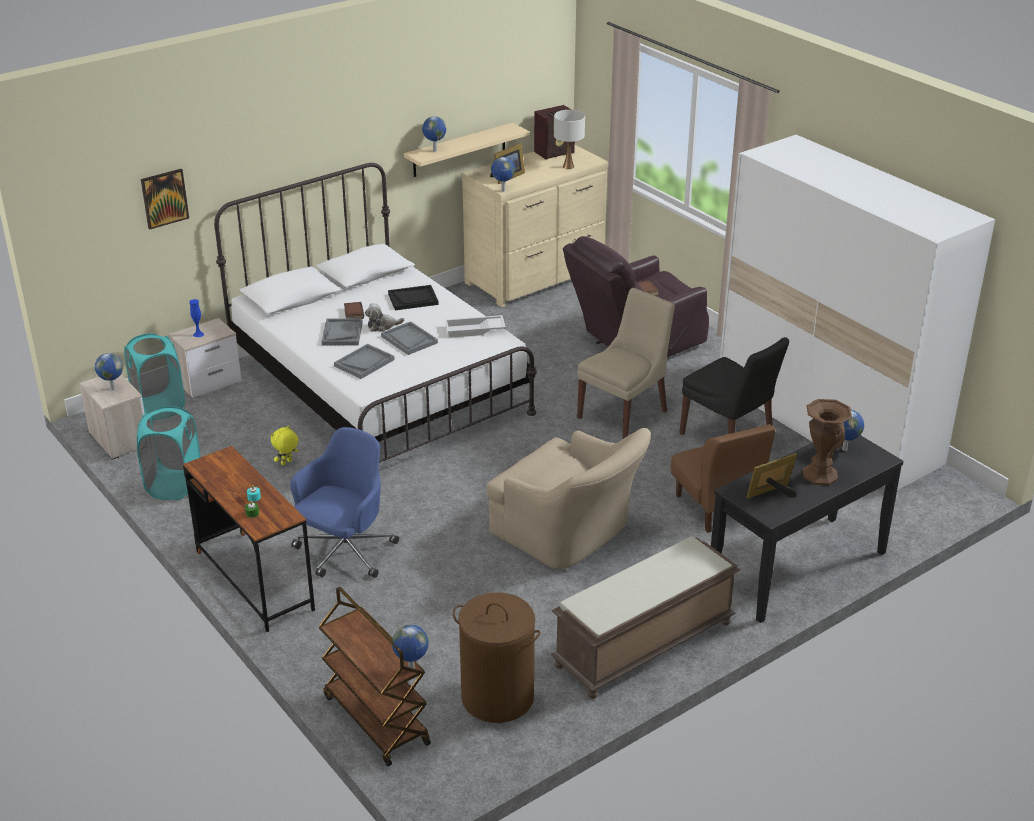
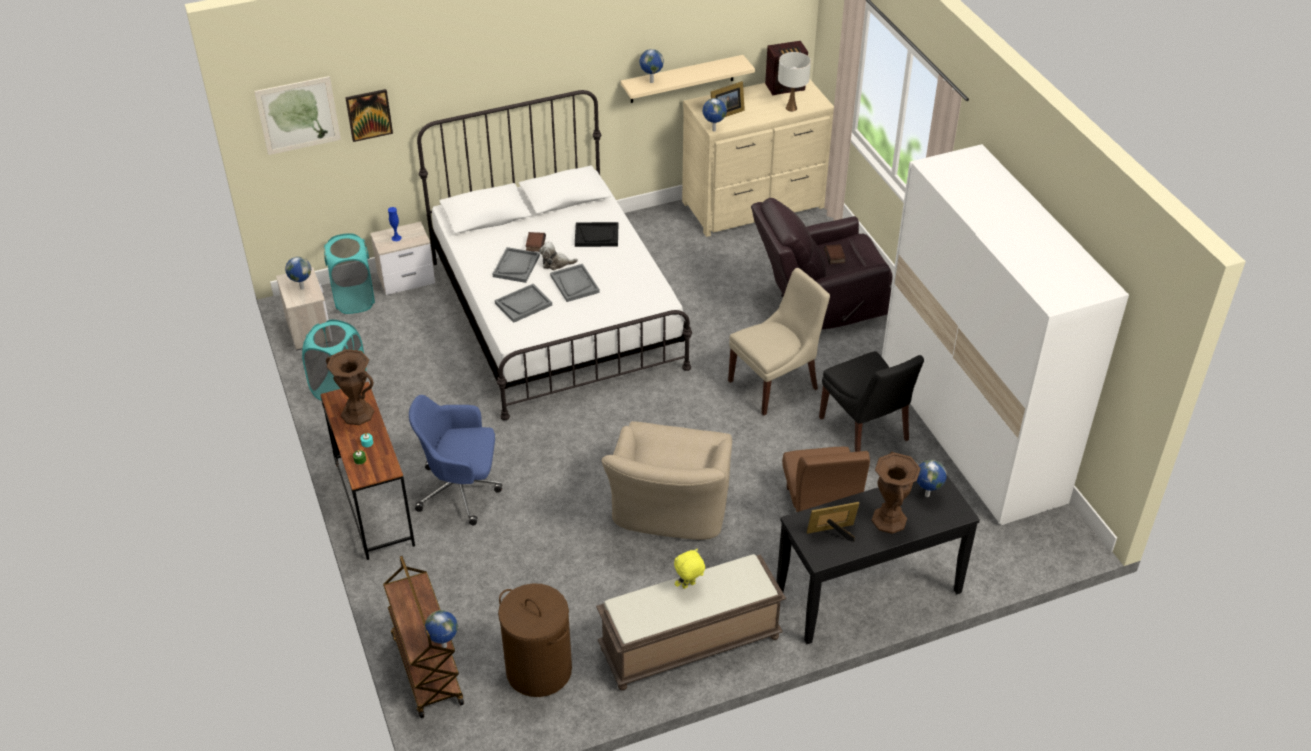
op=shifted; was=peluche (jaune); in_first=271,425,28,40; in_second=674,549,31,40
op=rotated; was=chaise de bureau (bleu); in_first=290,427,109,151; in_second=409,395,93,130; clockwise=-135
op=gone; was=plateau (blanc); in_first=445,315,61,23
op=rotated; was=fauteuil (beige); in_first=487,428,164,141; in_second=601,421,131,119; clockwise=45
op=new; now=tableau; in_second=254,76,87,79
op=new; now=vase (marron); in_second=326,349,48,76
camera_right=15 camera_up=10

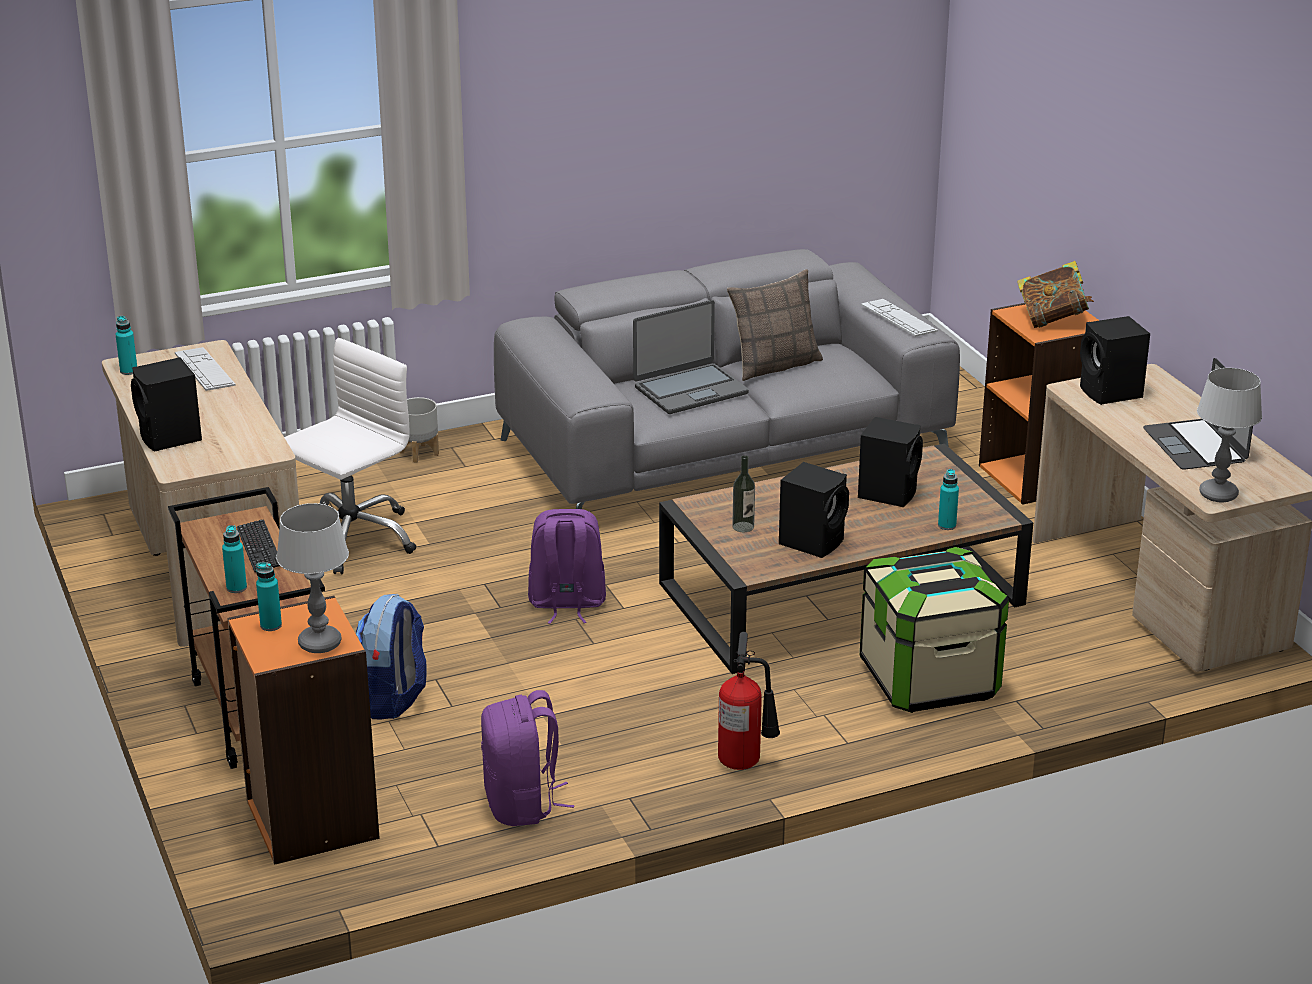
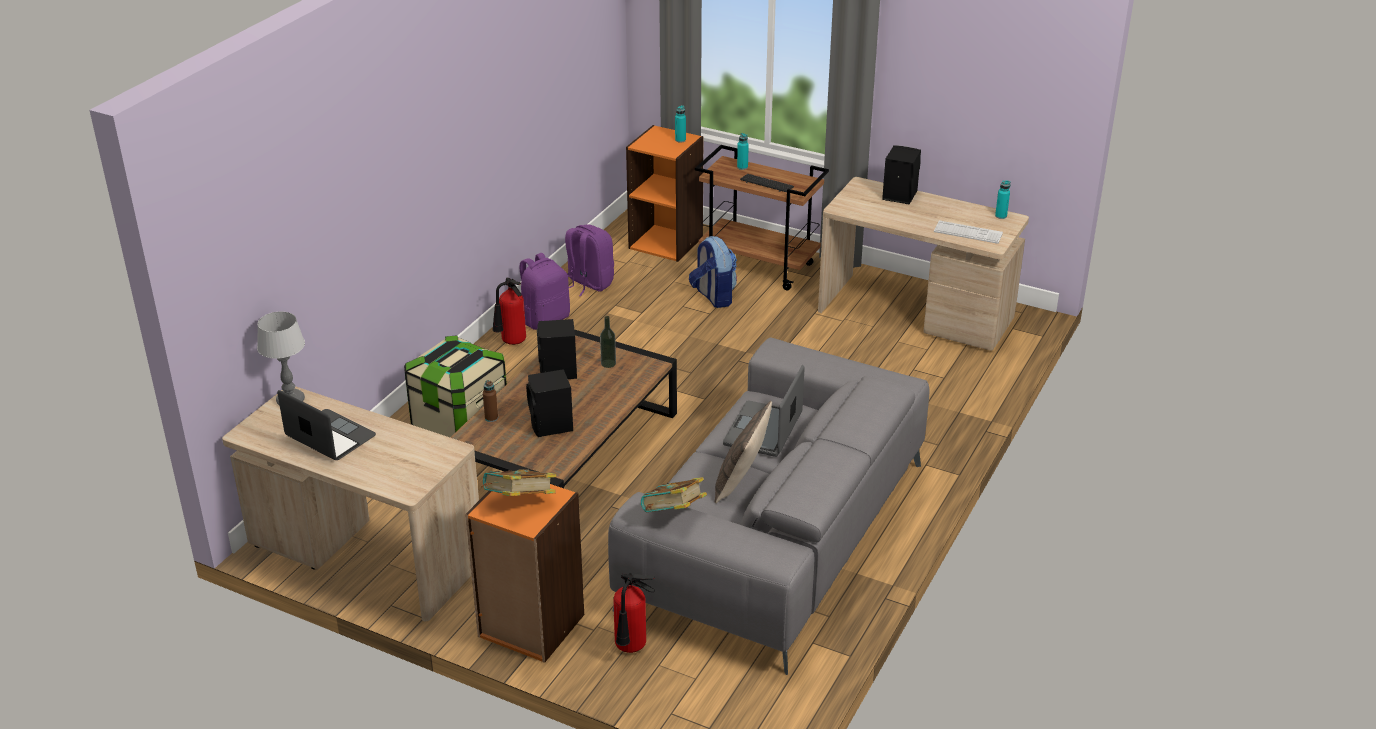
op=gone; was=lampe de table; in_first=276,503,73,150
op=gone; was=chaise de bureau (blanc); in_first=284,338,133,236
op=gone; was=cache-pot (gris); in_first=400,397,39,66
op=shifted; was=sac à dos (violet); in_first=528,509,78,115; in_second=520,253,50,77
op=swapped; was=clavier; now=livre; in_first=861,299,77,38; in_second=641,477,66,35
op=repainted; was=bouteille (turquoise); now=bouteille (marron); in_first=938,469,21,61; in_second=483,380,15,42
op=gone; was=enceinte (noir); in_first=1080,316,70,89
op=new; now=extincteur; in_second=613,573,42,80
camera_right=140 camera_up=5

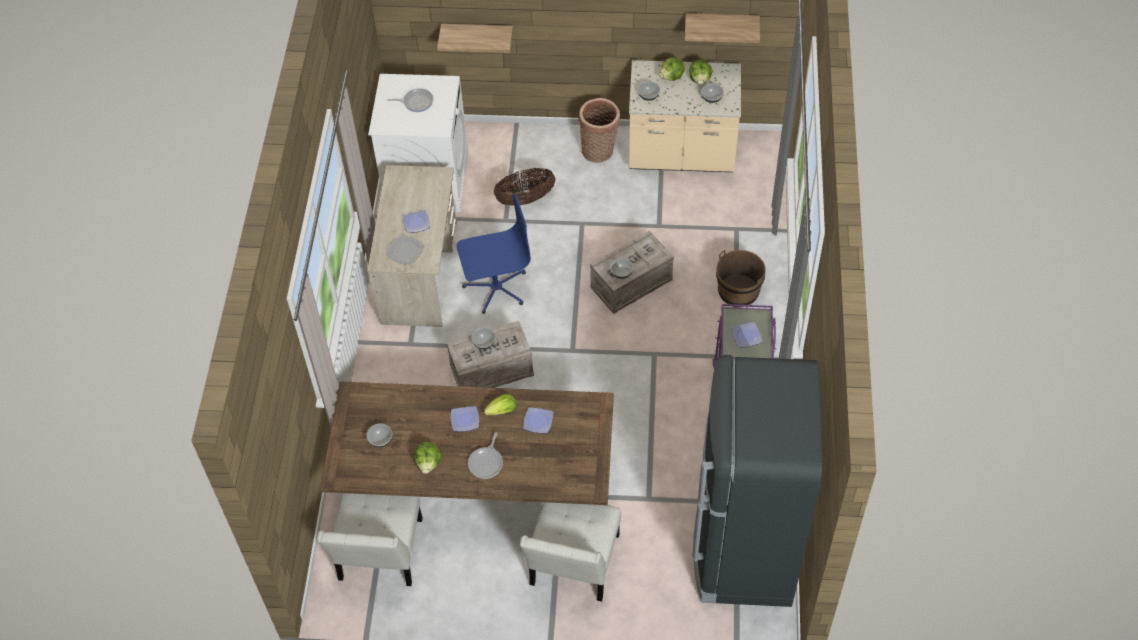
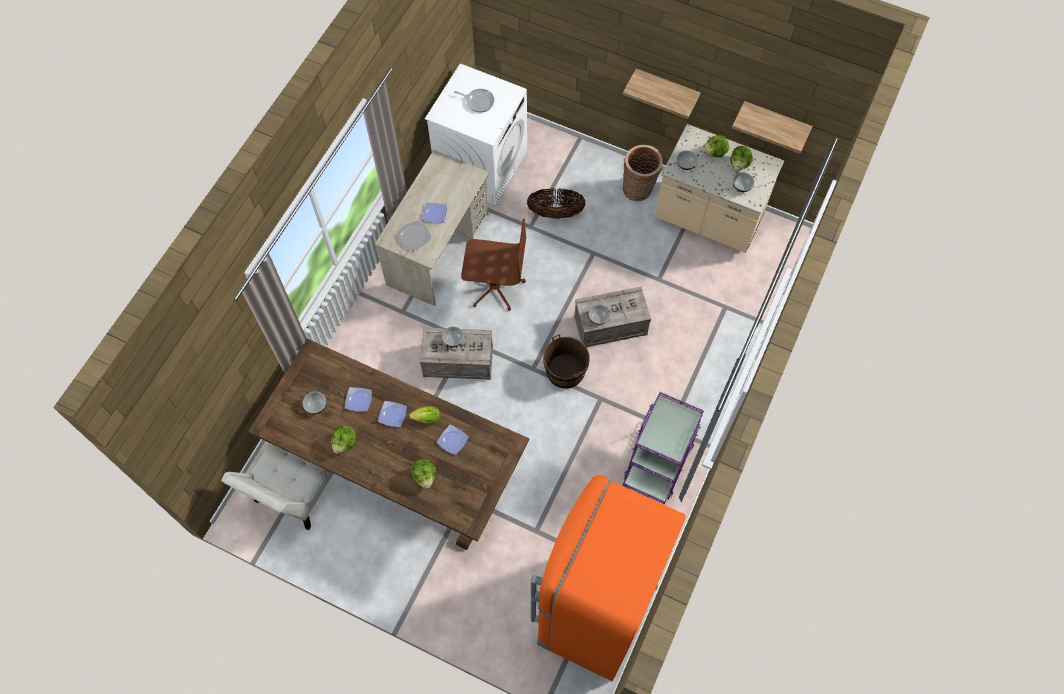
op=shifted; was=étagère; in_first=437,24,76,29; in_second=623,69,78,50
op=repainted; was=chaise de bureau (bleu); now=chaise de bureau (marron); in_first=456,193,75,121; in_second=461,218,65,93
op=gone; was=poêle; in_first=468,432,35,47
op=gone; was=chaise (blanc); in_first=520,502,101,100
op=repainted; was=réfrigérateur (noir); now=réfrigérateur (orange); in_first=692,355,131,252; in_second=531,475,155,206
op=shifted; was=seau (marron); in_first=716,250,50,57; in_second=543,334,47,55
op=shifted; was=assiette; in_first=731,322,31,26; in_second=345,387,27,25
op=new; now=laitue; in_second=411,459,25,30
camera_right=20 camera_up=10

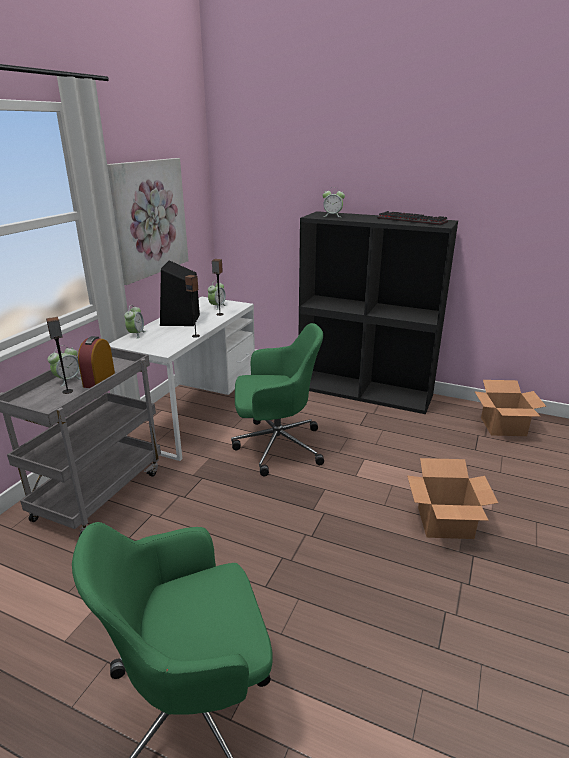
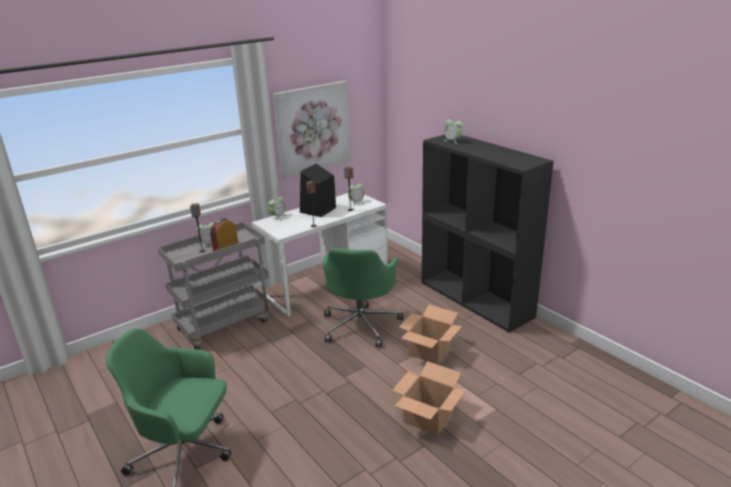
op=rotated; was=chaise de bureau (vert); in_first=231,323,93,153; in_second=323,248,80,99; clockwise=75
op=gone; was=clavier; in_first=377,211,71,14
op=shifted; was=carton; in_first=474,380,72,56; in_second=399,305,63,60
camera_right=30 camera_up=0

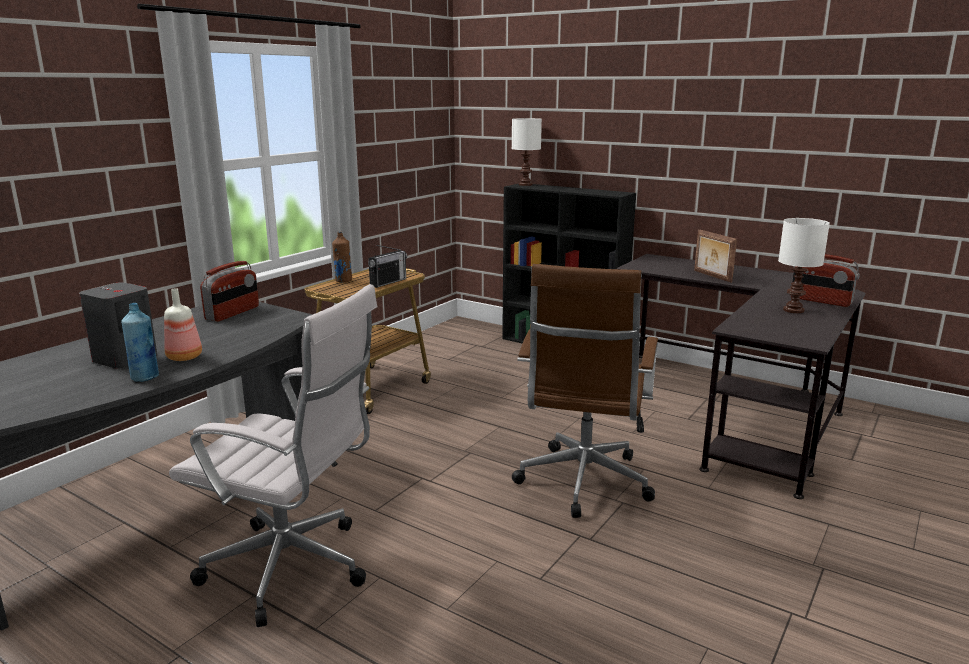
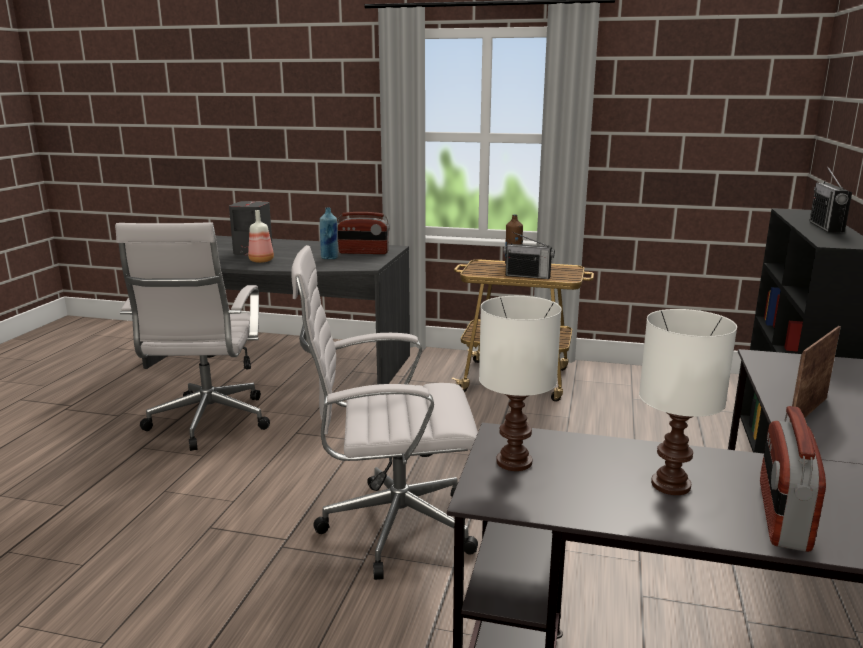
op=shifted; was=bouteille (bleu); in_first=121,303,38,79; in_second=320,208,18,51
op=shifted; was=lampe de table (blanc); in_first=512,118,30,68; in_second=479,296,83,175
op=repainted; was=chaise de bureau (marron); now=chaise de bureau (blanc); in_first=512,264,146,254; in_second=292,245,186,335
op=new; now=radio; in_second=809,166,43,67
camera_right=70 camera_up=0

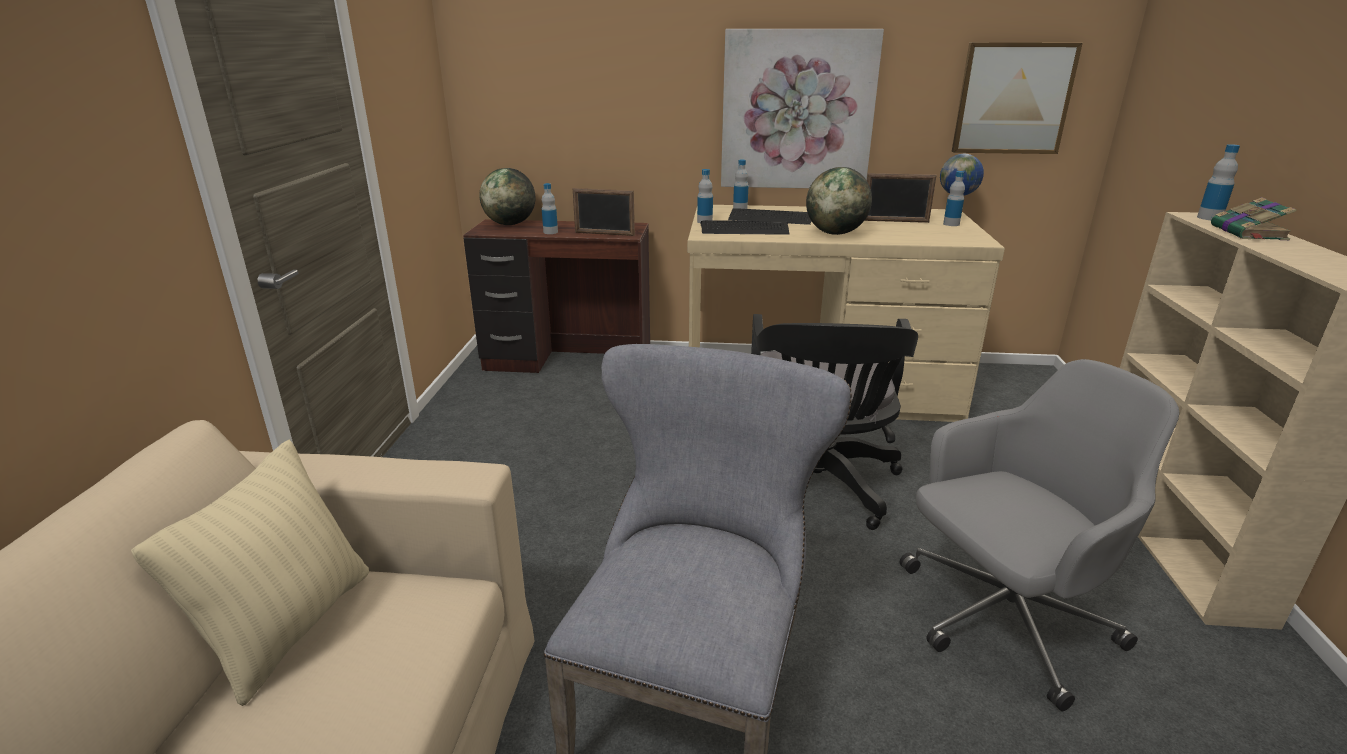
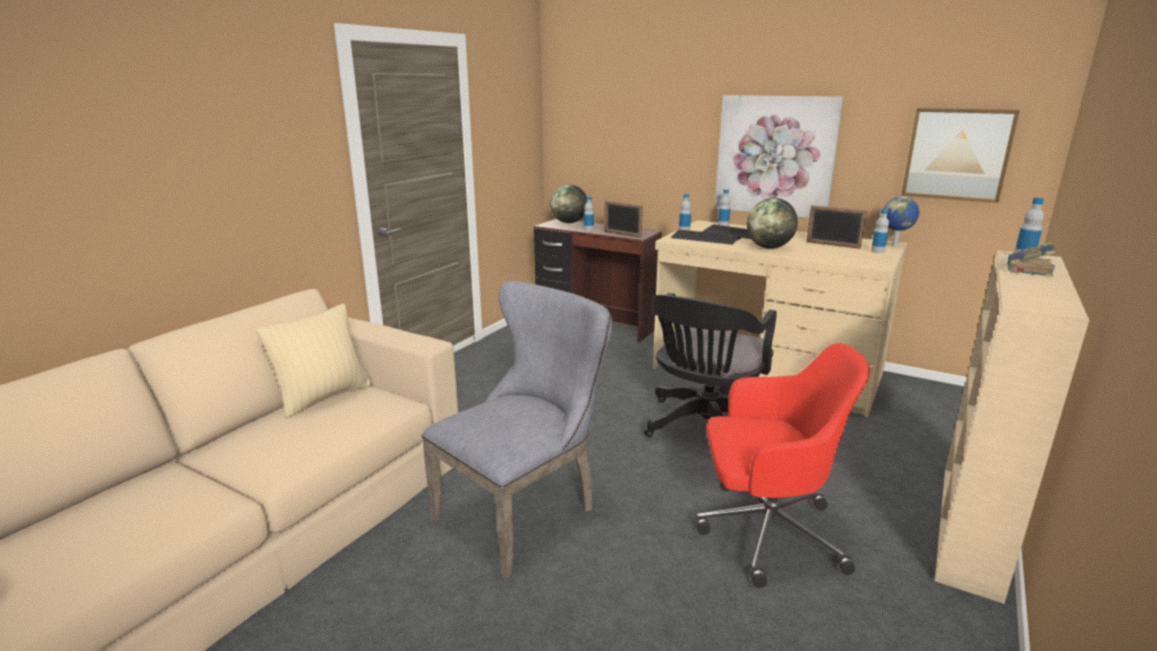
op=repainted; was=chaise de bureau (gris); now=chaise de bureau (rouge); in_first=900,359,280,352; in_second=696,343,174,245
camera_right=25 camera_up=-5

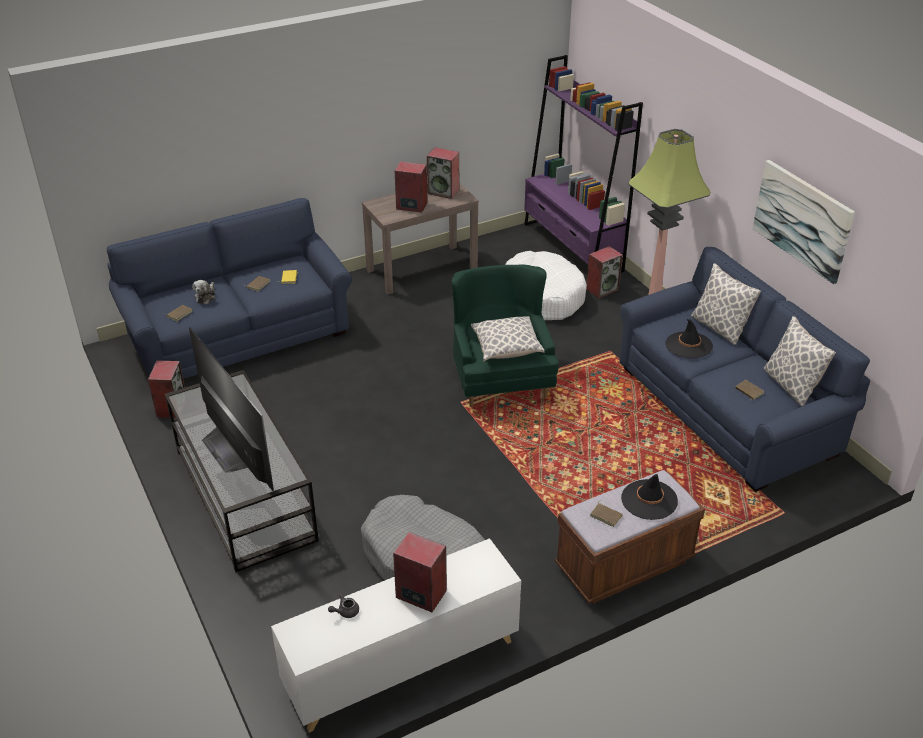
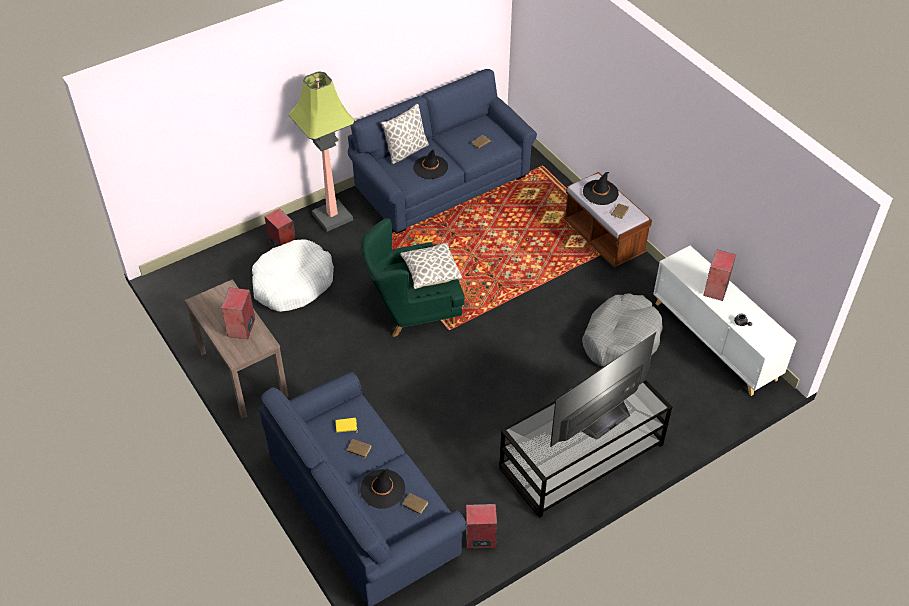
op=swapped; was=peluche; now=chapeau (noir); in_first=193,280,22,24; in_second=360,469,45,40
op=gone; was=enceinte; in_first=427,147,32,52
op=gone; was=bibliothèque (violet); in_first=524,55,119,218
op=gone; was=tableau; in_first=753,160,102,124
op=gone; was=coussin; in_first=763,316,73,90
camera_right=-95 camera_up=10

